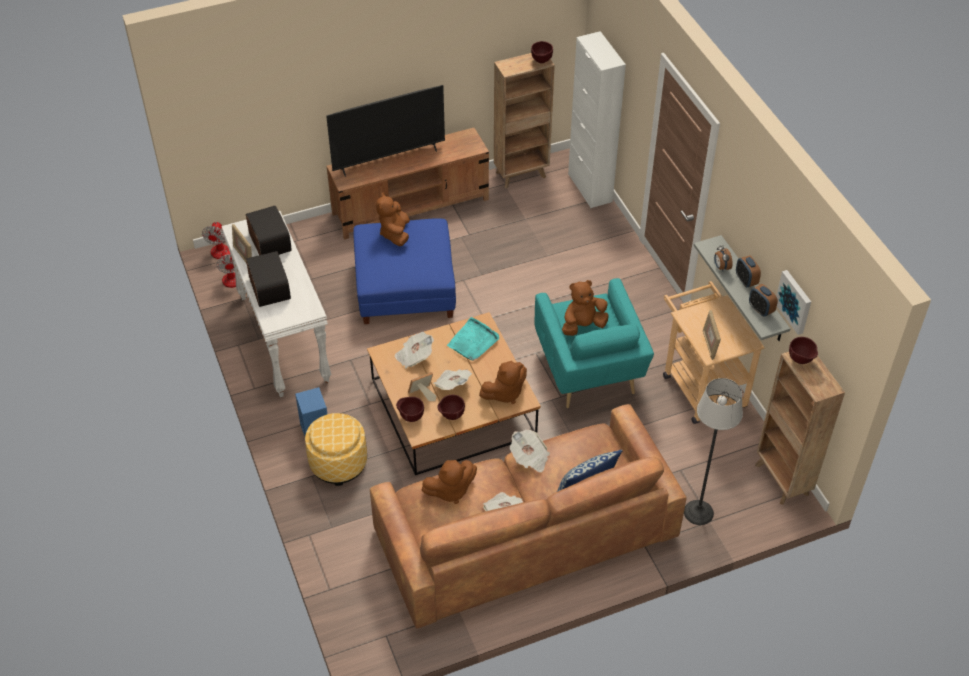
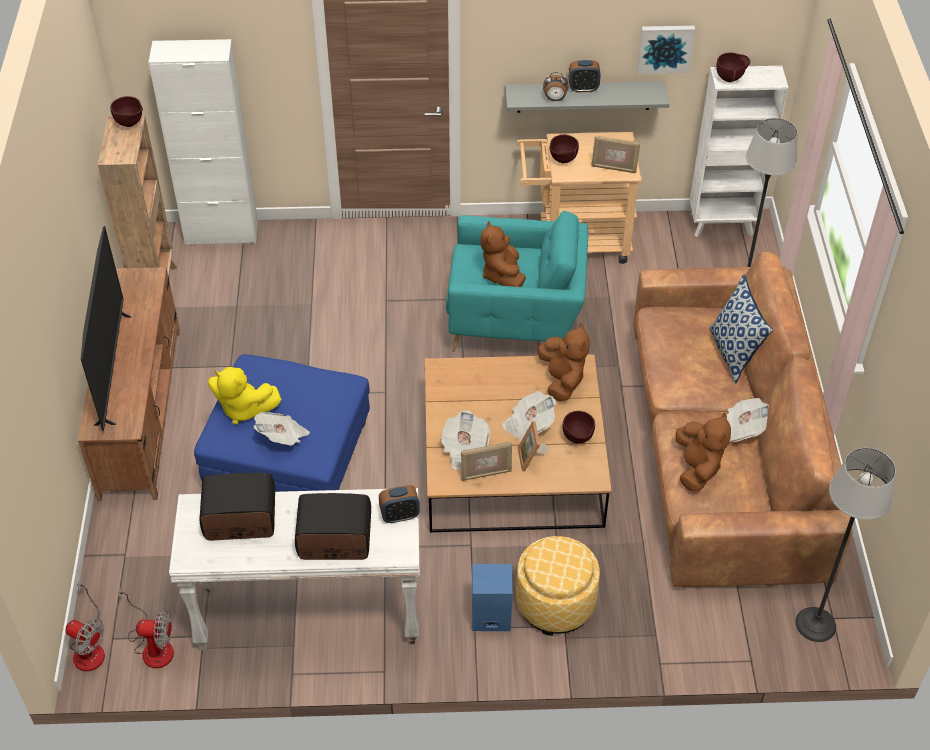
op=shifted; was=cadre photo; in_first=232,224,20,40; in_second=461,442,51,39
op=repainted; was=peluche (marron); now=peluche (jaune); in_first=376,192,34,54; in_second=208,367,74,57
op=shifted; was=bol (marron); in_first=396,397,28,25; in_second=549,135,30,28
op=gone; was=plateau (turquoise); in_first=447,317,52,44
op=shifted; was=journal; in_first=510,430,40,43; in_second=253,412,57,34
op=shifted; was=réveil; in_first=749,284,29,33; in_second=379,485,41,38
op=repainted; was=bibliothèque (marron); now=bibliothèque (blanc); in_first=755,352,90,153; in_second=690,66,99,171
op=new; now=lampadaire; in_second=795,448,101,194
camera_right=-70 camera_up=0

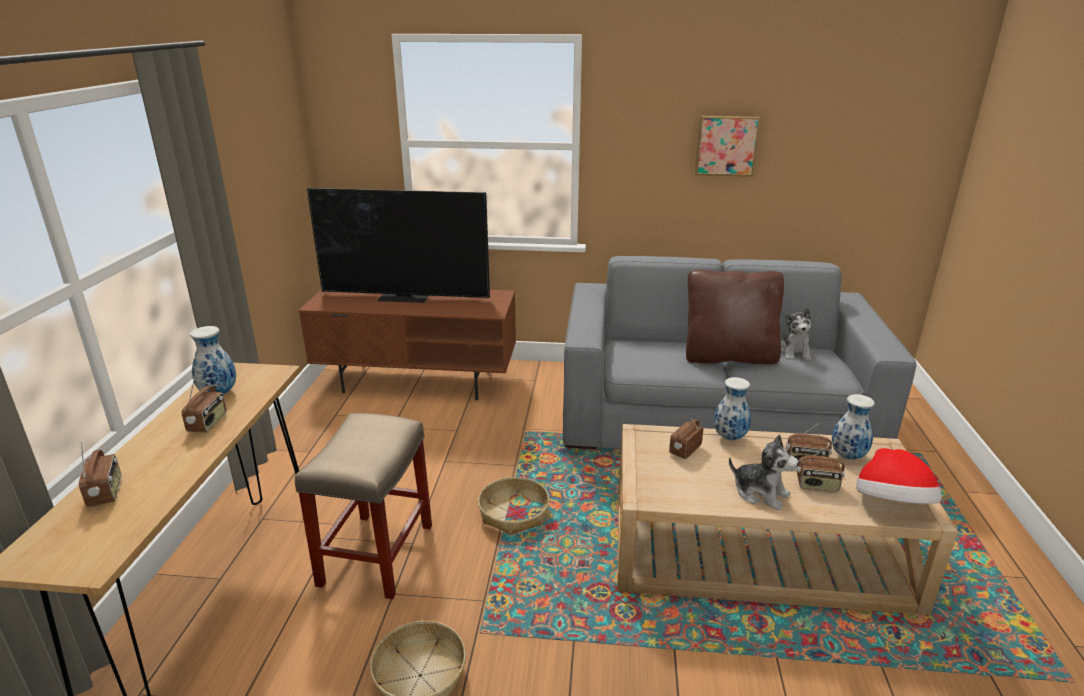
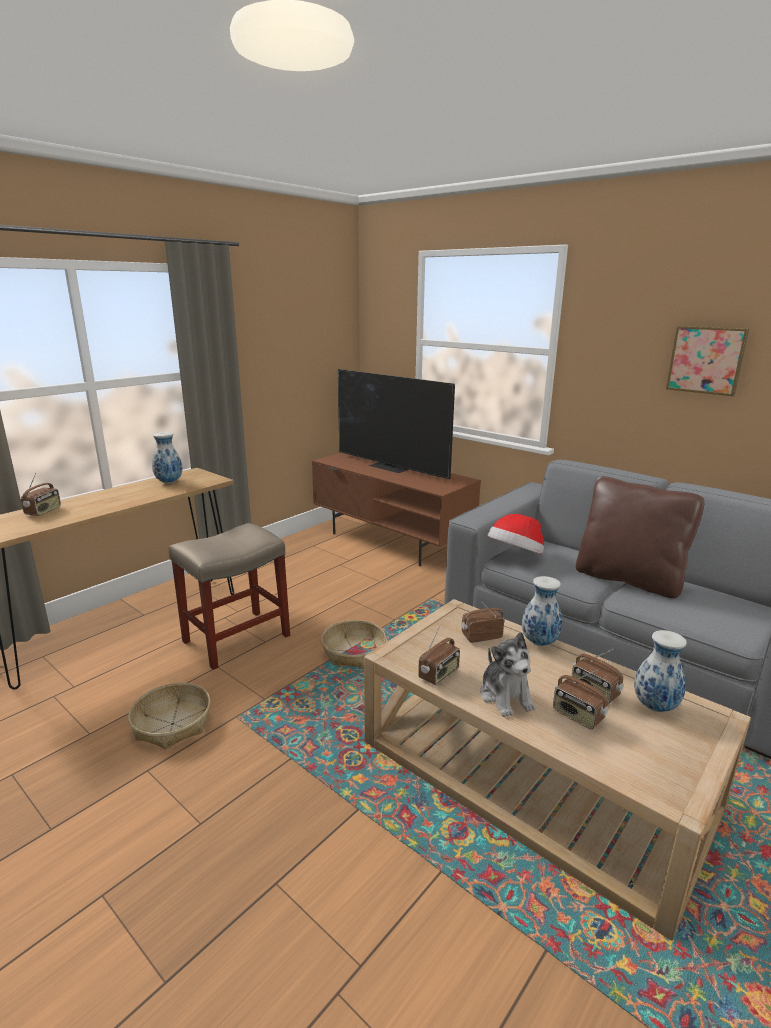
op=shifted; was=radio; in_first=181,376,46,57; in_second=418,626,42,60
op=gone; was=peluche; in_first=781,308,30,52
op=shifted; was=chapeau; in_first=856,448,86,56; in_second=487,514,57,40
camera_right=35 camera_up=-5

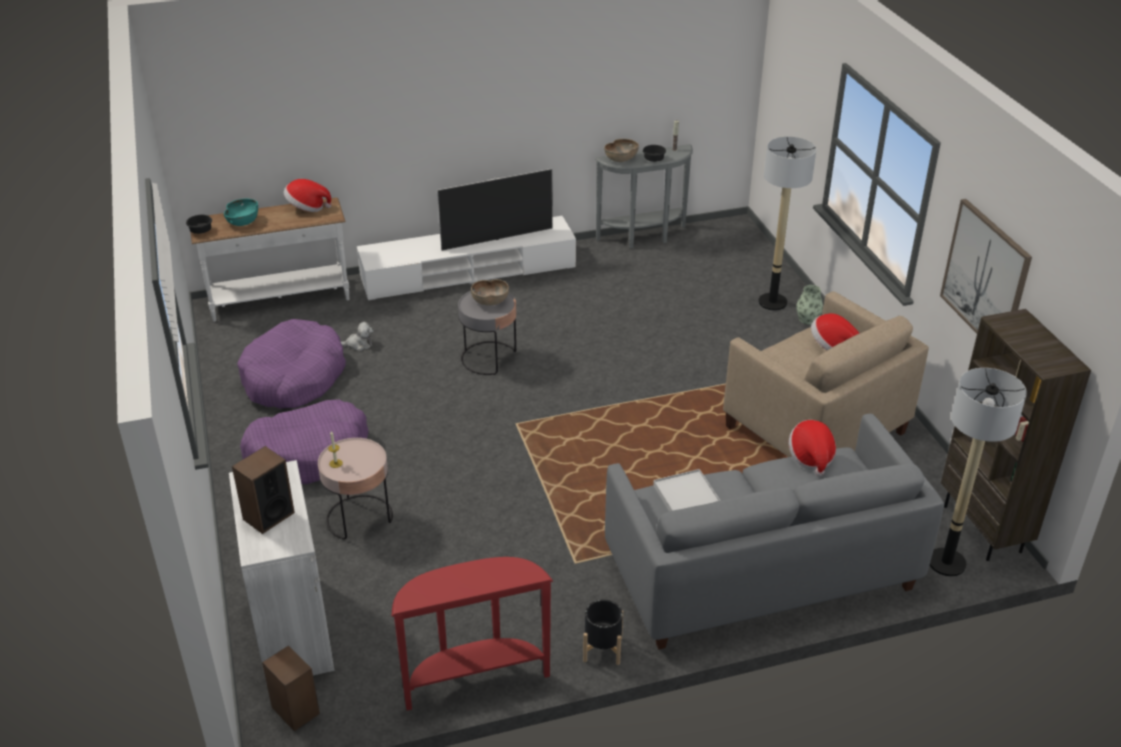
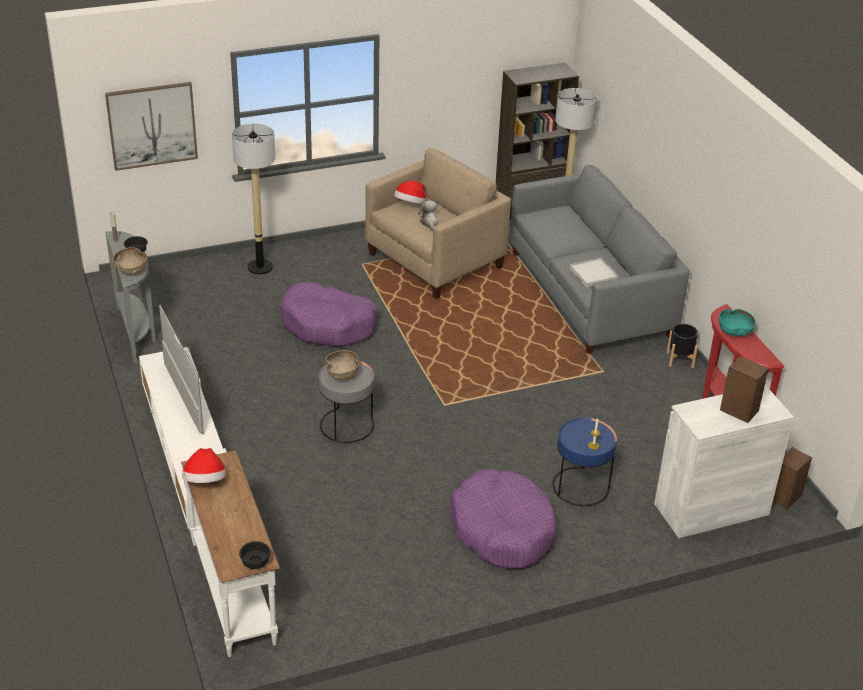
op=shifted; was=bol (turquoise); in_first=224,198,34,28; in_second=719,309,37,27
op=shifted; was=panier pour chien (violet); in_first=237,319,109,90; in_second=280,281,98,66
op=repainted; was=table d'appoint (rose); now=table d'appoint (bleu); in_first=318,438,75,101; in_second=553,418,64,88
op=shifted; was=peluche; in_first=341,322,32,29; in_second=418,201,21,30
op=gone; was=chapeau; in_first=789,420,47,56
op=gone; was=vase; in_first=796,285,27,40
op=shifted; was=tableau; in_first=940,199,92,134; in_second=105,82,93,89
camera_right=-95 camera_up=0

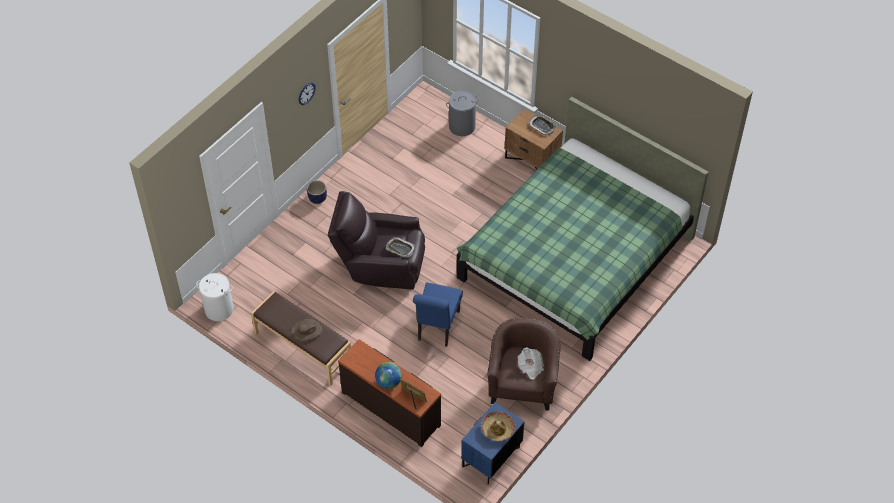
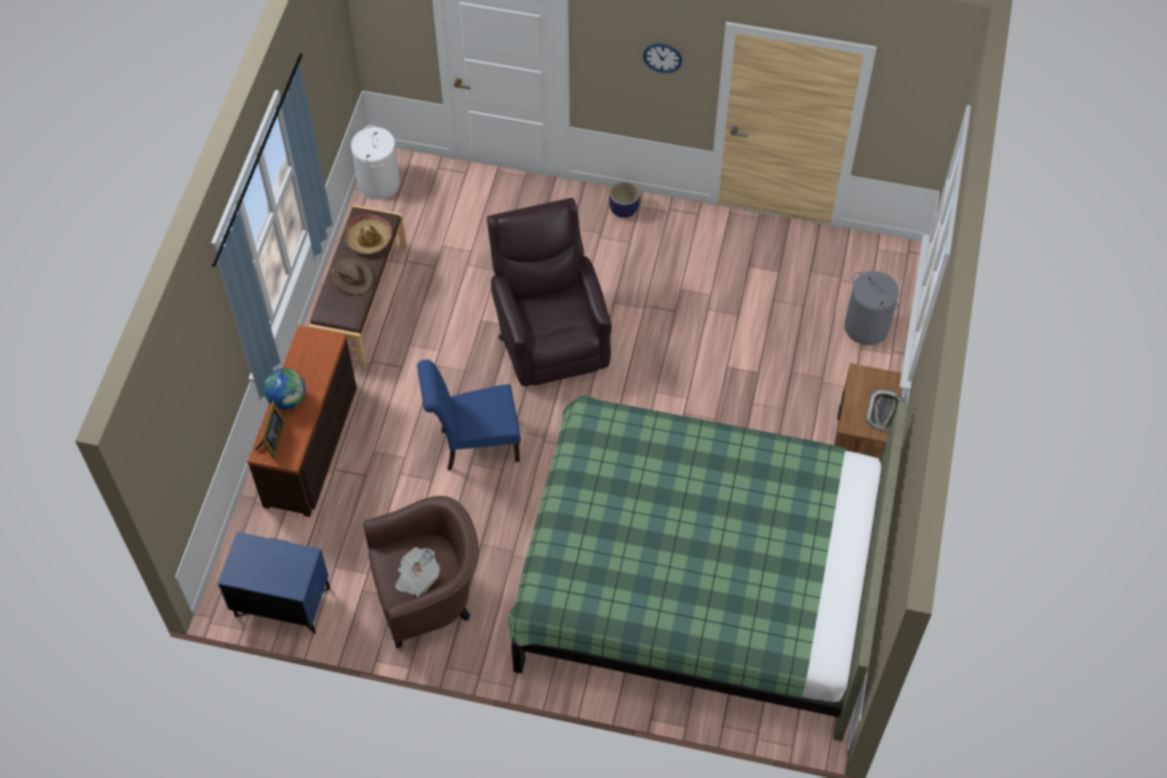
op=gone; was=plateau; in_first=386,237,29,20
op=shifted; was=chapeau; in_first=481,411,34,30; in_second=344,215,48,39
camera_right=65 camera_up=5

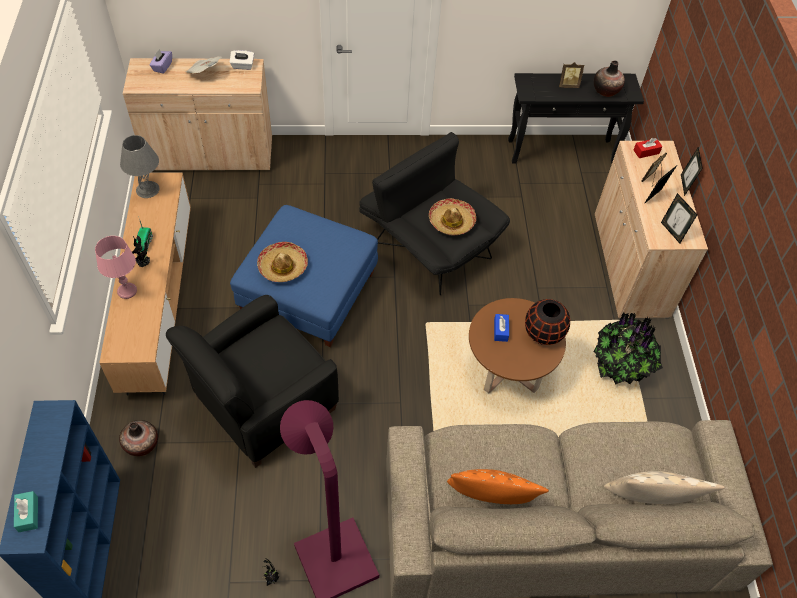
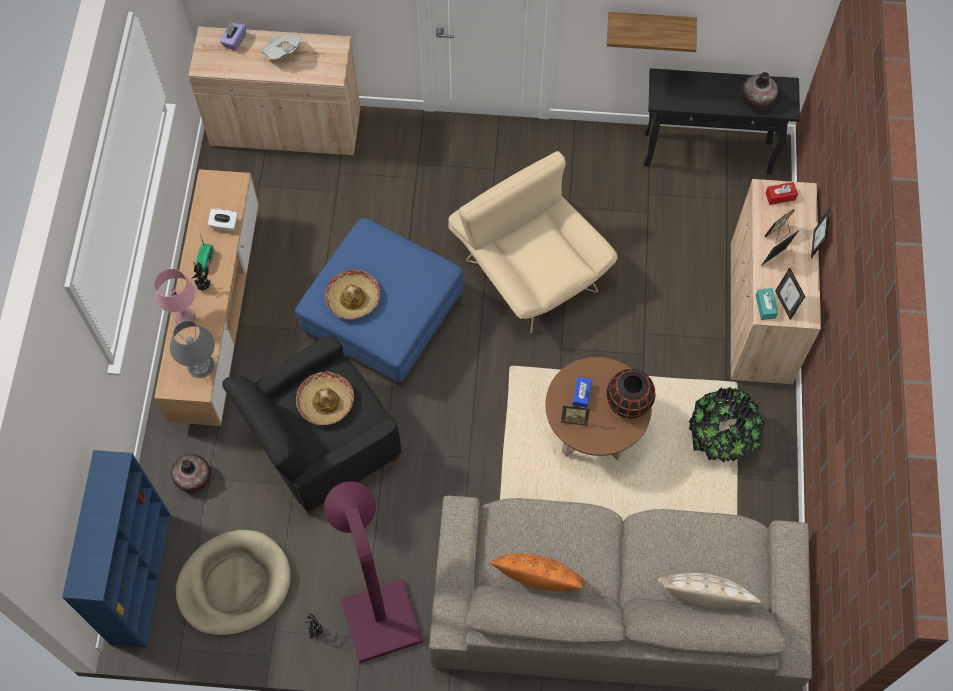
op=shifted; was=boîte à mouchoirs (turquoise); in_first=14,491,24,41; in_second=756,288,22,32
op=shifted; was=lampe de table (gris); in_first=120,135,39,63; in_second=170,321,45,57
op=shifted; was=boîte à mouchoirs (blanc); in_first=230,50,24,20; in_second=208,209,30,23
op=repainted; was=fauteuil (noir); now=fauteuil (beige); in_first=359,132,151,163; in_second=448,151,170,183
op=shifted; was=chapeau; in_first=429,198,47,38; in_second=296,372,58,53
op=shifted; was=cadre photo; in_first=559,62,25,26; in_second=561,405,29,21
op=new; now=panier pour chien (beige); in_second=176,530,115,106
op=new; now=étagère; in_second=607,12,90,40
camera_right=10 camera_up=10

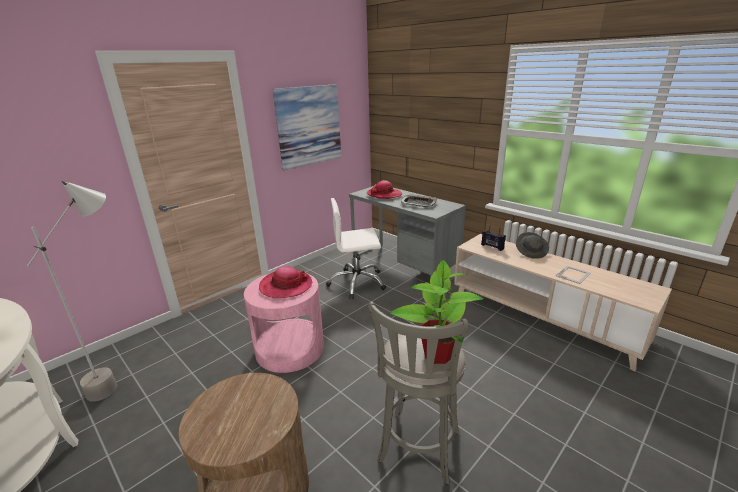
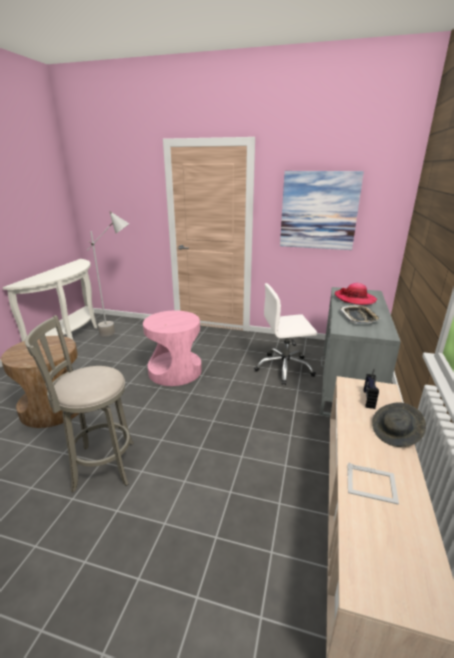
op=gone; was=chapeau; in_first=259,266,53,32
op=rotated; was=chaise de bureau (blanc); in_first=326,198,60,101; in_second=254,283,63,102; clockwise=-60
op=gone; was=plante en pot; in_first=390,260,93,104
camera_right=60 camera_up=0

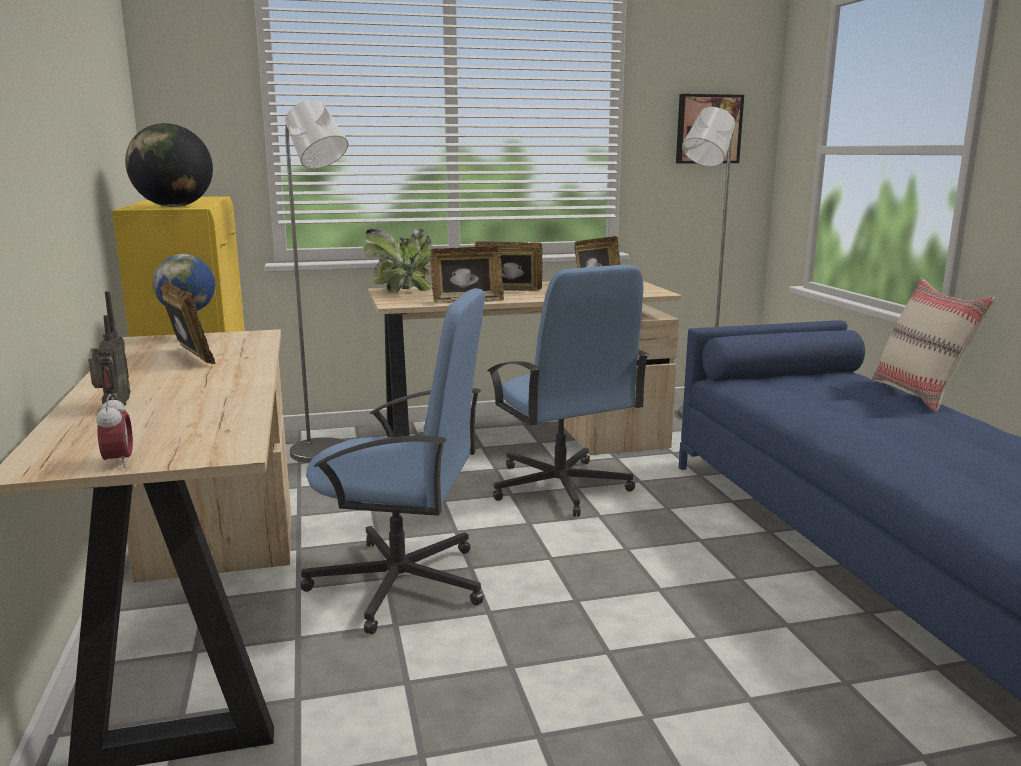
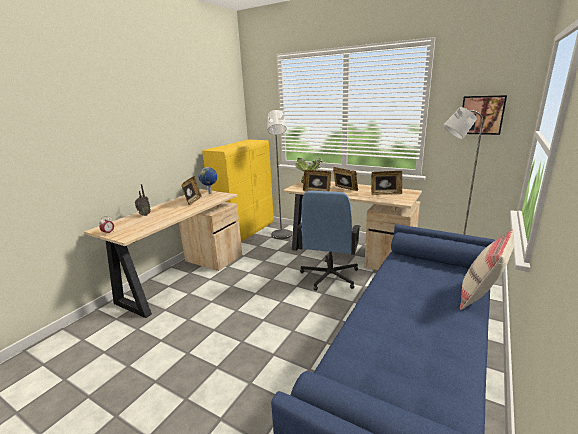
op=gone; was=globe; in_first=125,123,88,84
op=gone; was=chaise de bureau (bleu); in_first=300,288,185,346
camera_right=45 camera_up=5

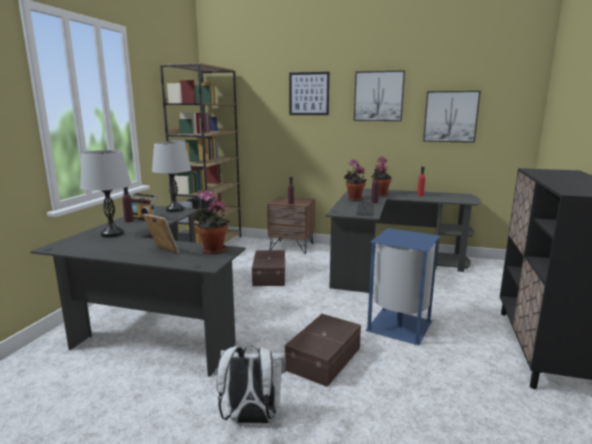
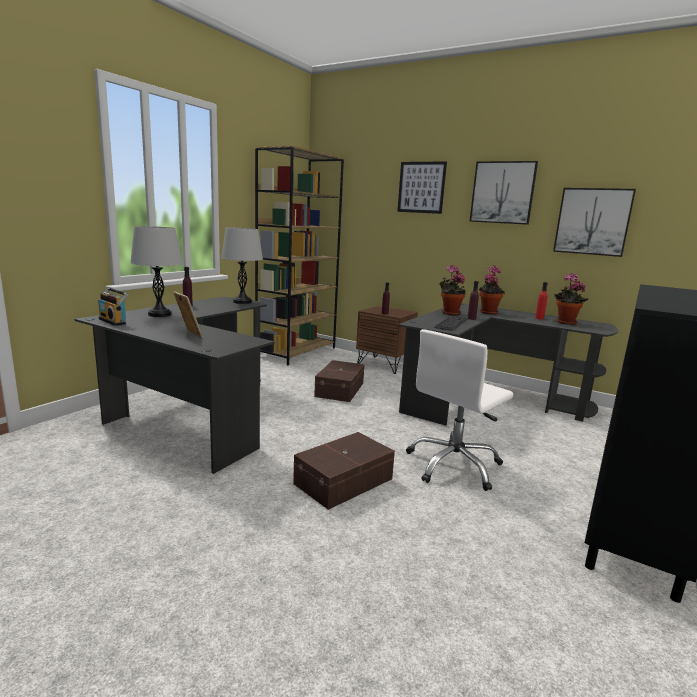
op=shifted; was=radio; in_first=131,193,27,27; in_second=98,288,30,38
op=shifted; was=plante en pot; in_first=192,190,37,64; in_second=554,273,34,52
op=gone; was=sac à dos (blanc); in_first=217,345,69,78
op=swapped; was=poubelle (bleu); now=chaise de bureau (blanc); in_first=365,228,75,117; in_second=406,329,107,162
camera_right=15 camera_up=0

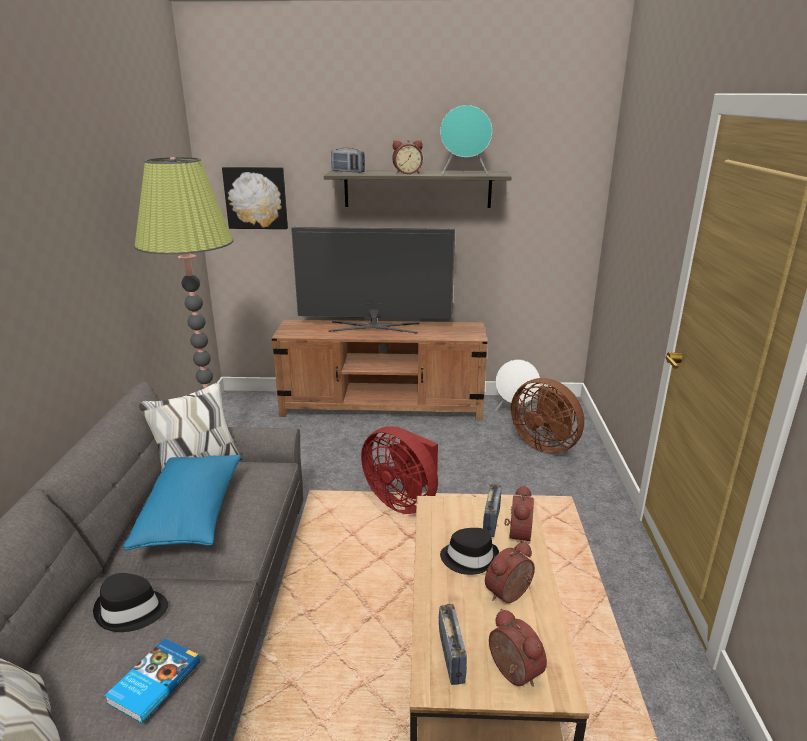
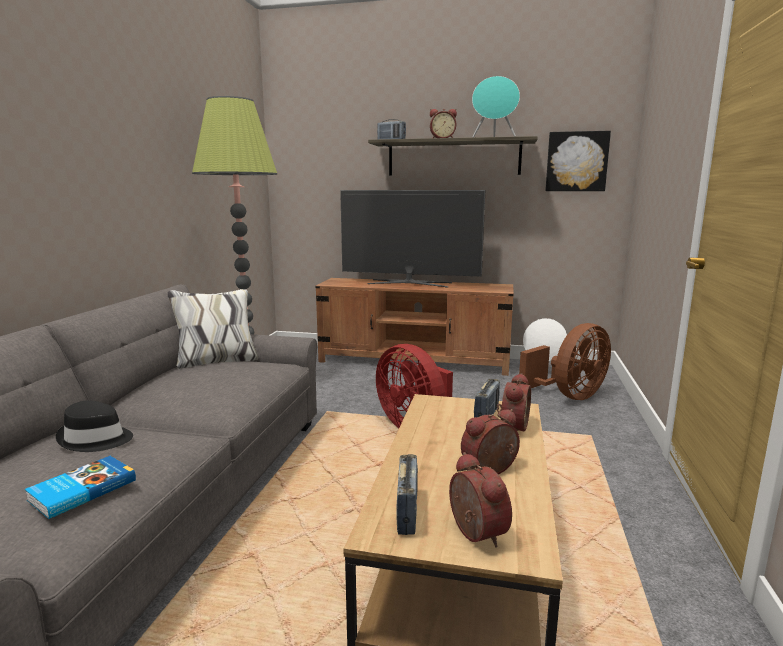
op=gone; was=coussin (bleu); in_first=123,455,118,95
op=shifted; was=tableau; in_first=222,167,66,62; in_second=545,131,66,60
op=gone; was=chapeau (noir); in_first=440,528,59,47
op=rotated; was=ventilateur (marron); in_first=511,378,73,76; in_second=519,323,92,77; clockwise=-90
camera_right=10 camera_up=-10

